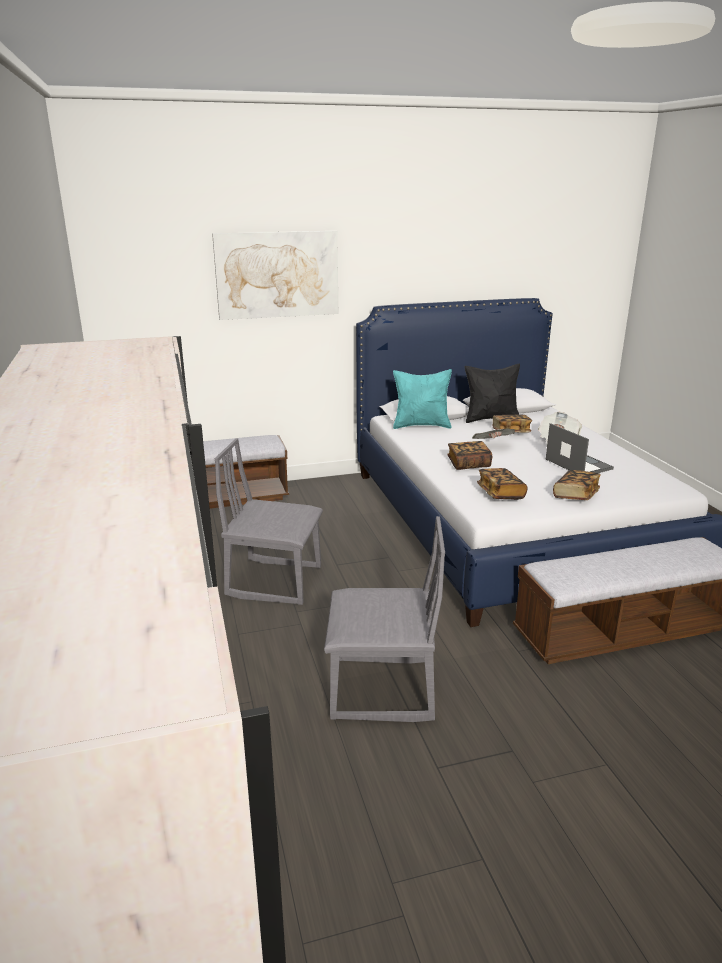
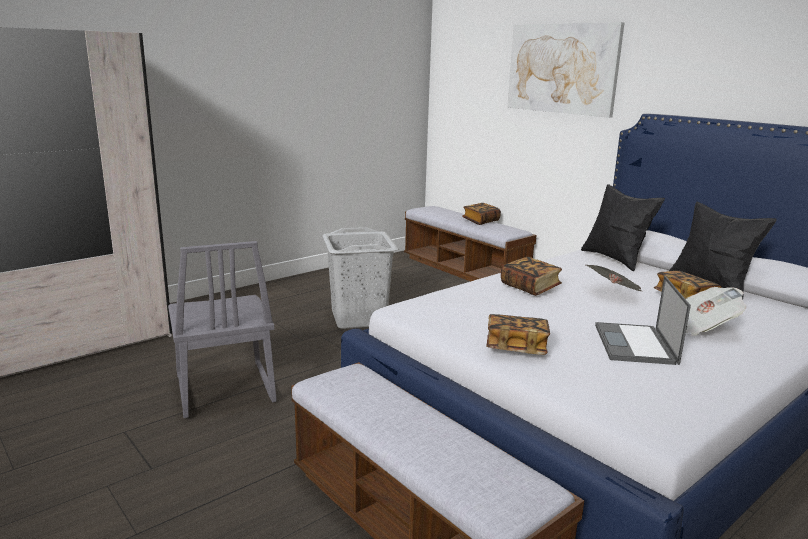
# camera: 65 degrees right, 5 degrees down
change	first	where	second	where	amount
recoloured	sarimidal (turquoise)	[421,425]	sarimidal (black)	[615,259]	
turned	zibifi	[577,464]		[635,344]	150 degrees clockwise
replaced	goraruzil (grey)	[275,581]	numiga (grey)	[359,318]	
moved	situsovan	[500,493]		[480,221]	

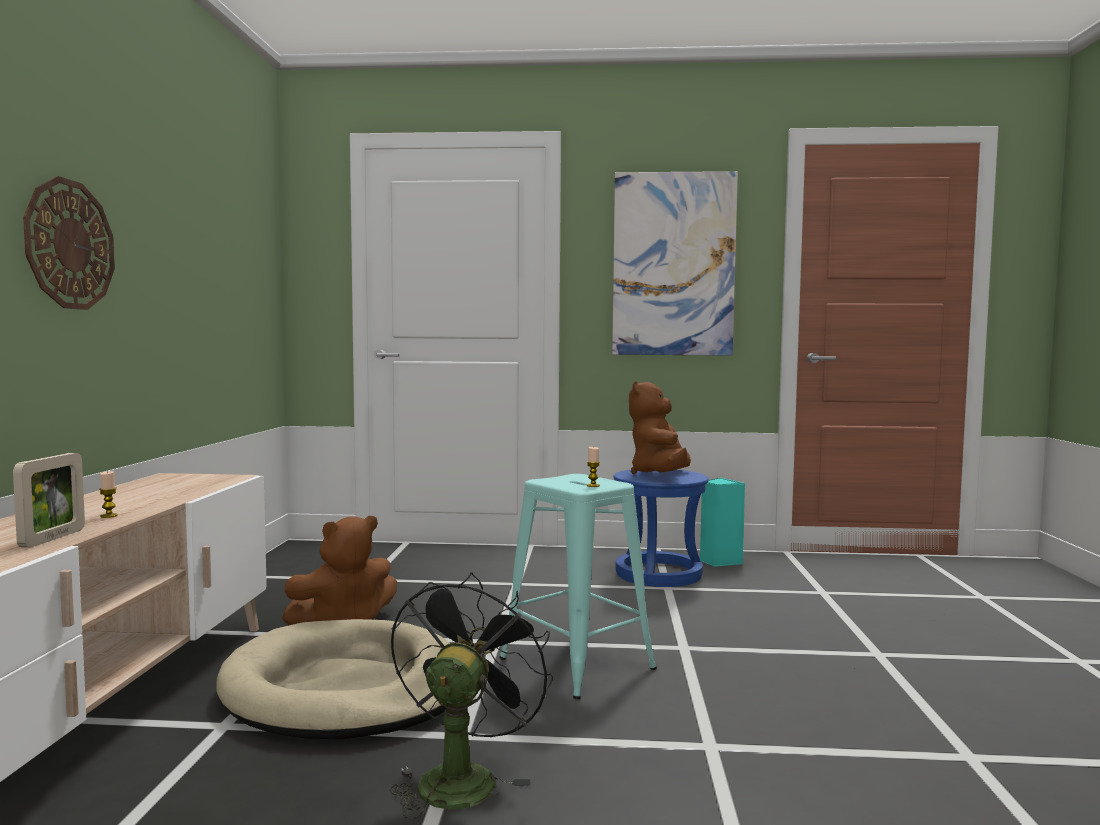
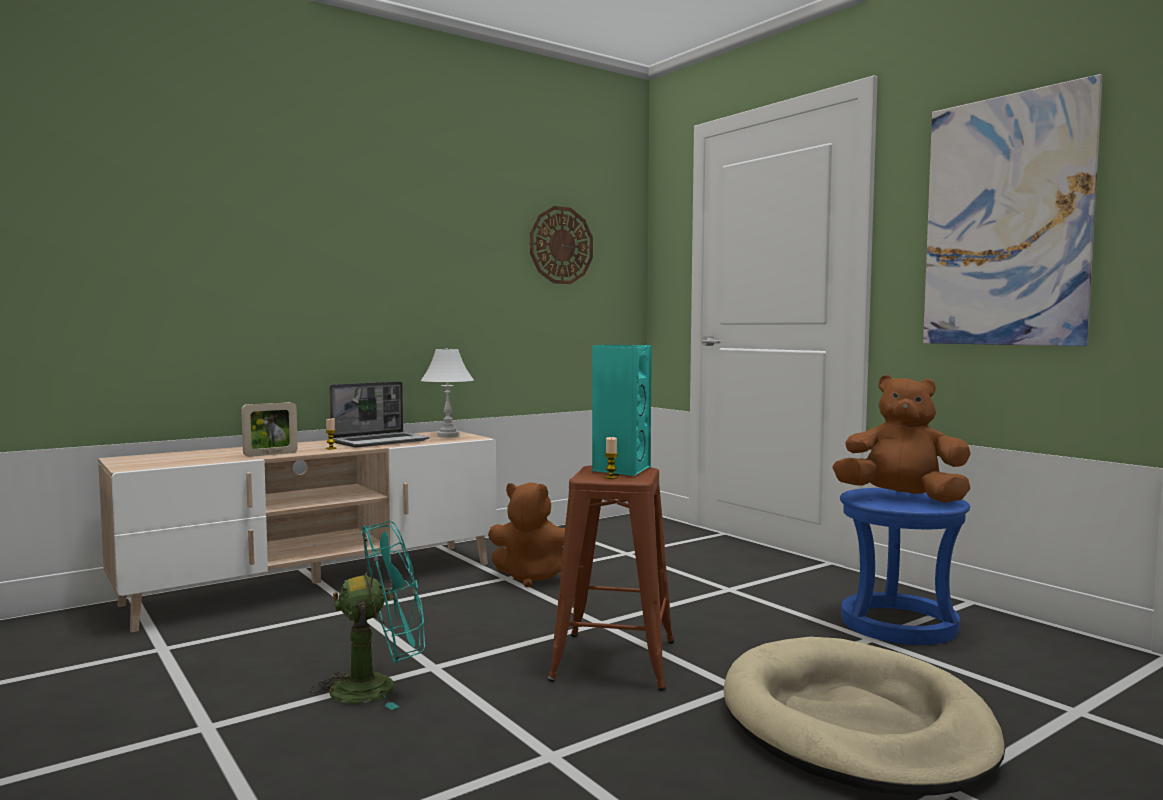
# camera: 50 degrees right, 0 degrees up
change	first	where	second	where	amount
moved	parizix	[69,244]		[561,245]	
turned	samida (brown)	[660,475]		[902,498]	45 degrees clockwise
recoloured	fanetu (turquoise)	[576,663]	fanetu (brown)	[614,660]	
moved	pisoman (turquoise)	[719,561]		[620,470]	
recoloured	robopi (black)	[461,777]	robopi (turquoise)	[377,687]	
moved	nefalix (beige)	[346,688]		[854,724]	
added			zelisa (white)	[447,436]	
added			zibifi	[380,441]	

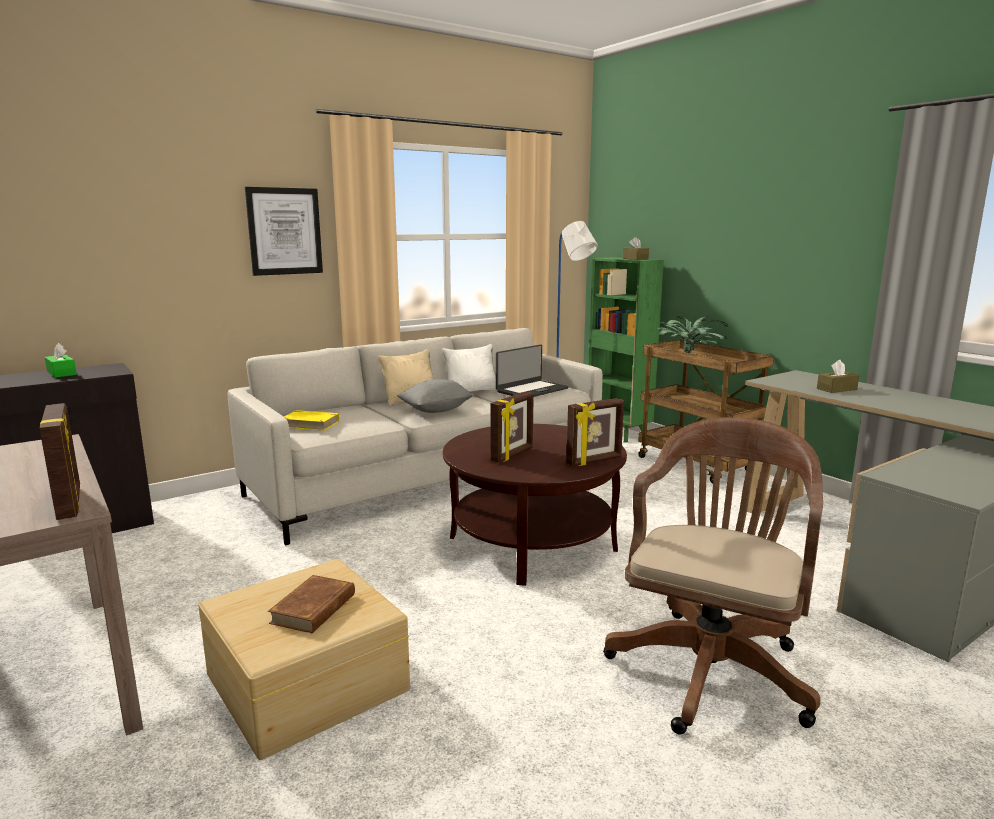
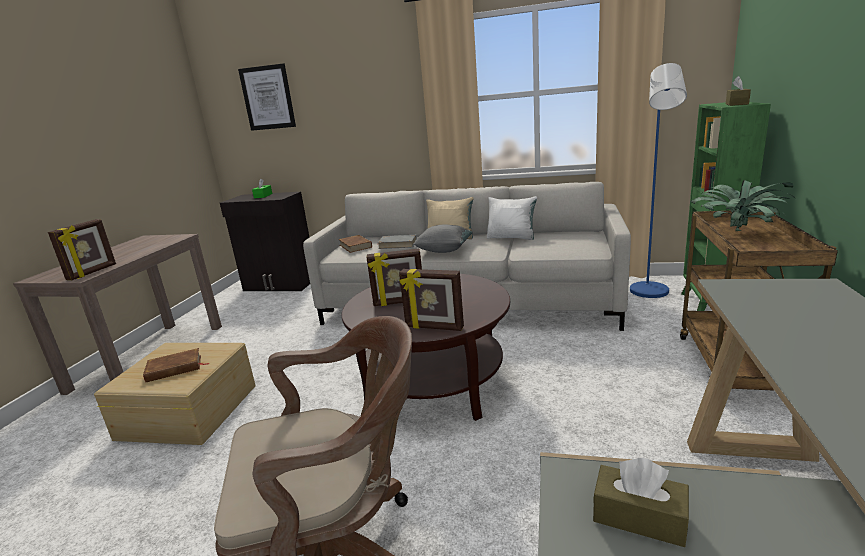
# camera: 50 degrees right, 5 degrees up
change	first	where	second	where	amount
moved	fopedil	[284,231]		[268,98]	
removed	zibifi	[531,390]			
moved	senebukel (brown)	[836,389]		[639,517]	
recoloured	situsovan (yellow)	[310,424]	situsovan (brown)	[355,246]	
added			situsovan (grey)	[397,244]	

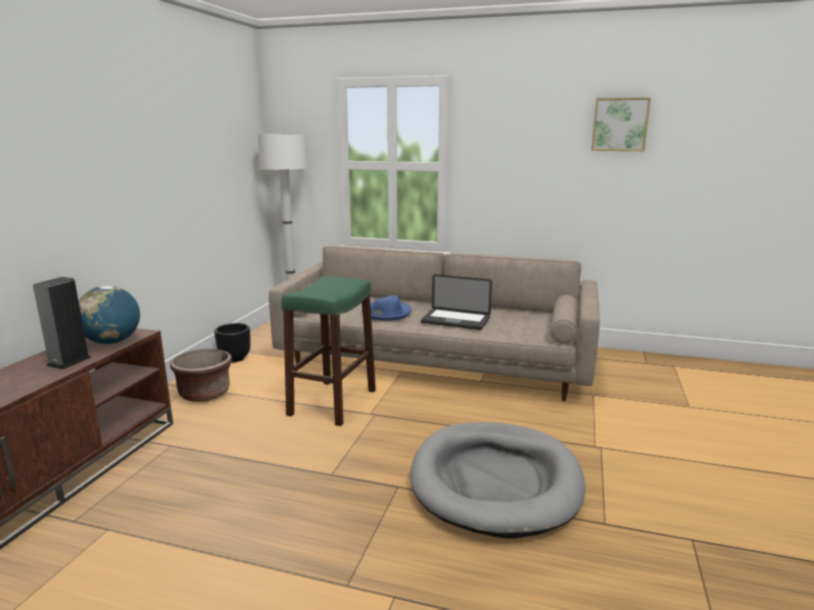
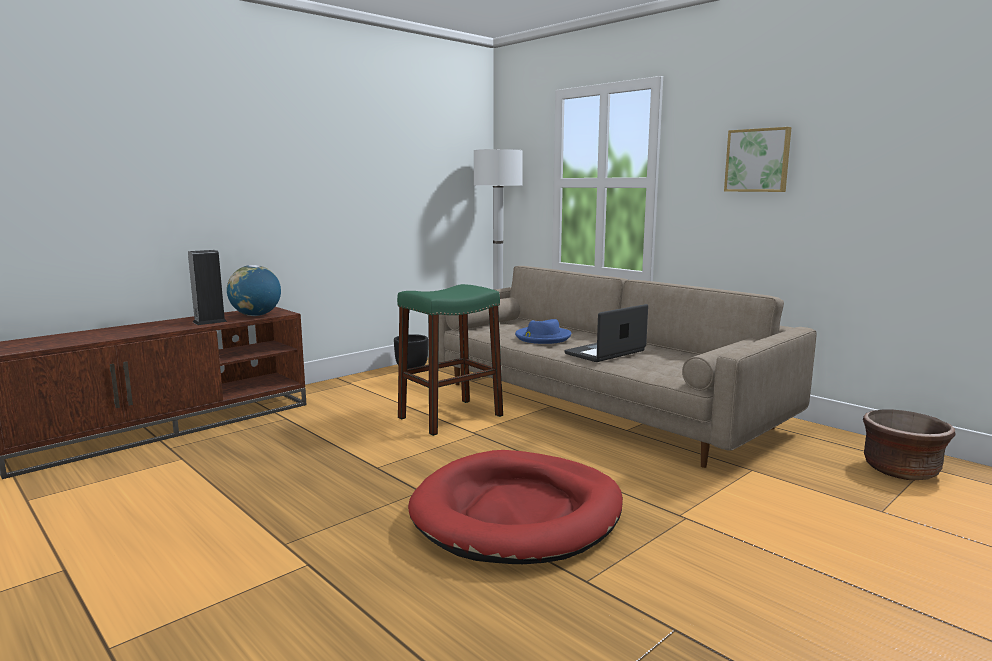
# camera: 30 degrees right, 5 degrees down
change	first	where	second	where	amount
moved	fopedil	[620,124]		[758,160]	
turned	zibifi	[455,320]		[605,352]	90 degrees clockwise
moved	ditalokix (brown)	[205,394]		[901,470]	
recoloured	nefalix (grey)	[495,481]	nefalix (red)	[518,513]	

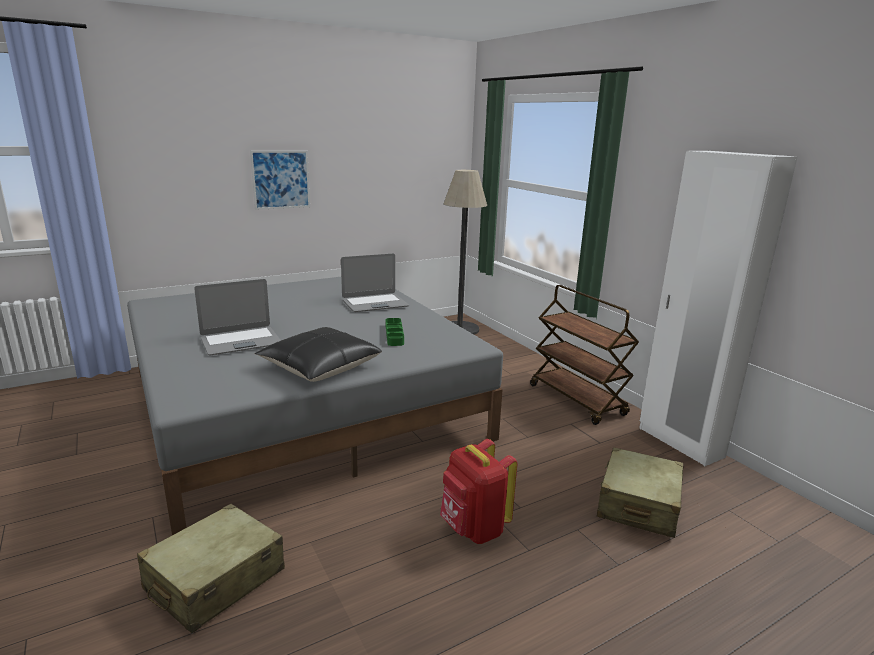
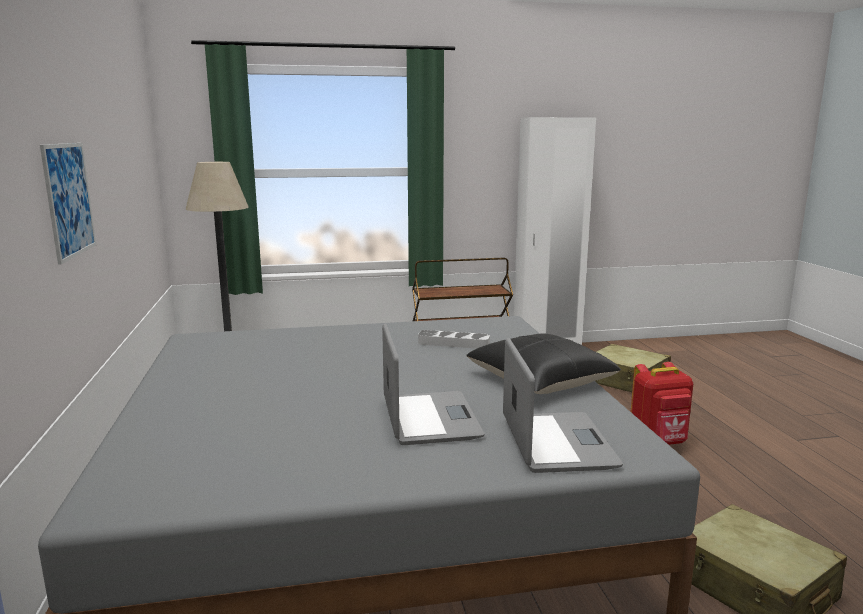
# camera: 70 degrees left, 5 degrees down
change	first	where	second	where	amount
moved	zibifi	[375,304]		[556,443]	
recoloured	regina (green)	[394,334]	regina (grey)	[453,343]	

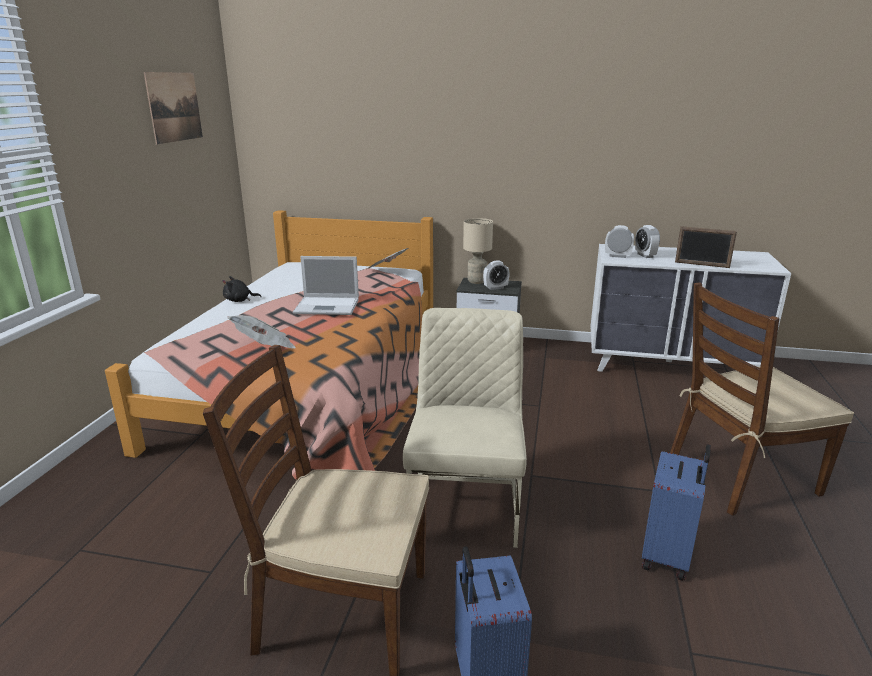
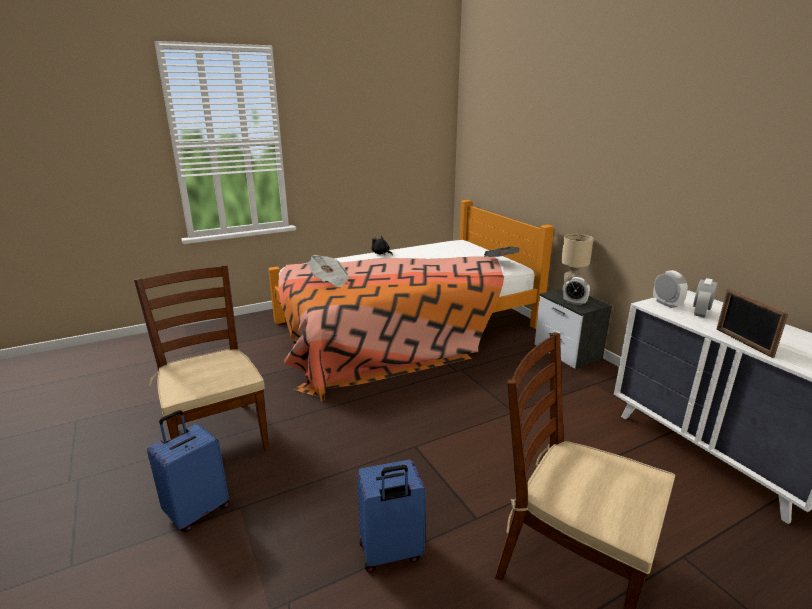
# camera: 50 degrees right, 0 degrees up
change	first	where	second	where	amount
removed	fopedil	[174,107]			
removed	zibifi	[328,306]			
removed	goraruzil (beige)	[466,504]			

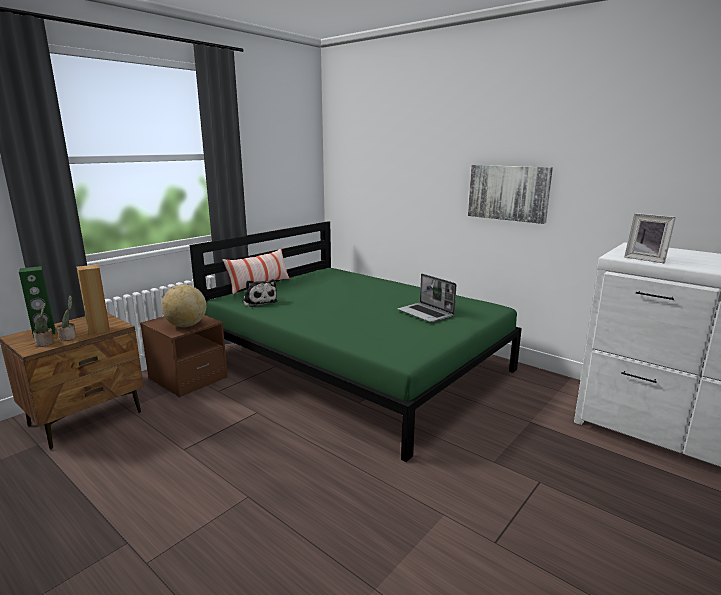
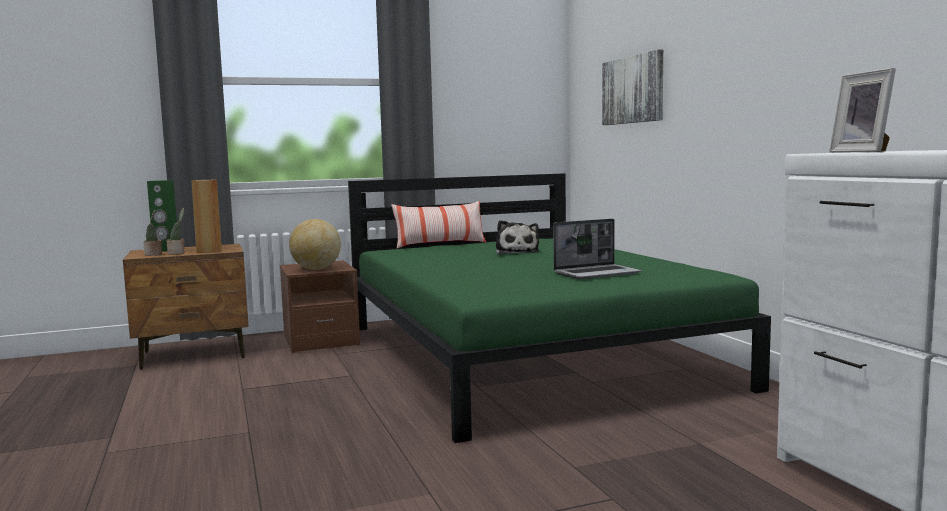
# camera: 30 degrees right, 10 degrees down
change	first	where	second	where	amount
moved	fopedil	[508,193]		[633,90]	
turned	zibifi	[426,314]		[597,273]	105 degrees counterclockwise
moved	samida	[259,301]		[516,252]	

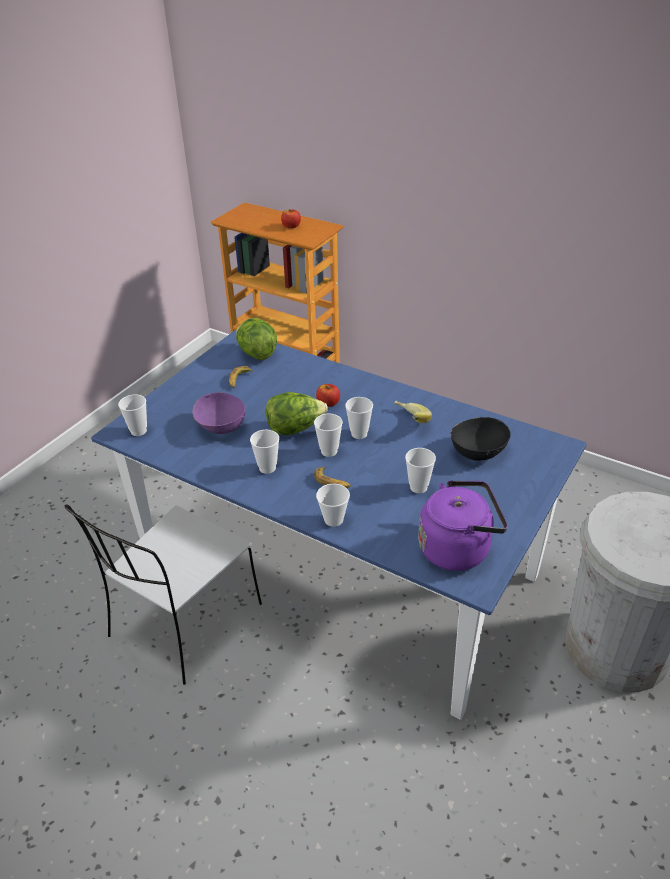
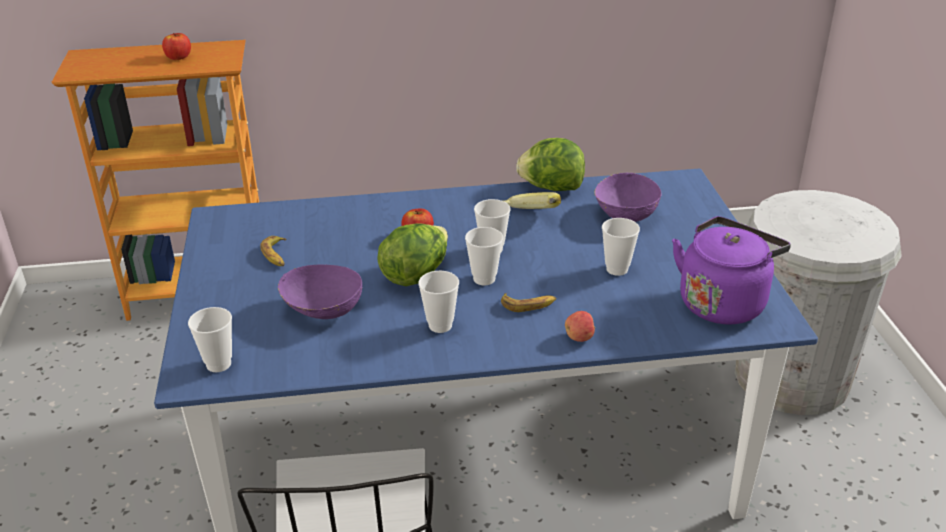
# camera: 40 degrees left, 5 degrees down
change	first	where	second	where	amount
moved	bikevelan	[256,353]		[551,188]	
recoloured	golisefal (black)	[478,451]	golisefal (purple)	[625,214]	
replaced	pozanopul	[333,519]	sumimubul	[579,337]	

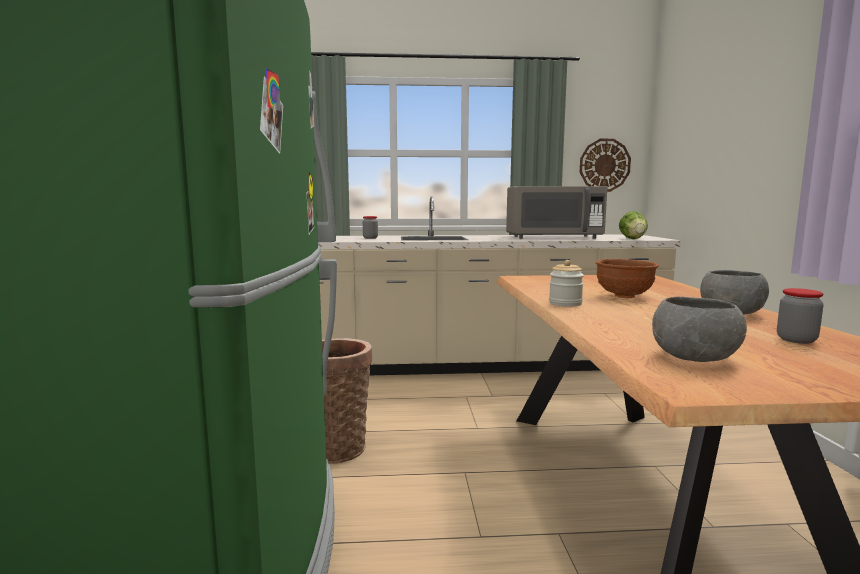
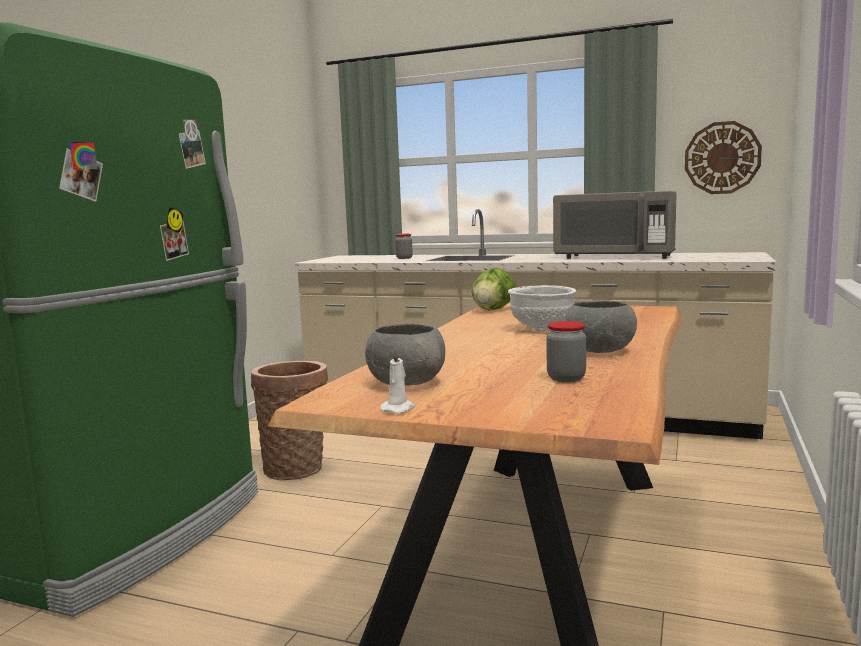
# camera: 25 degrees right, 0 degrees up
change	first	where	second	where	amount
moved	bikevelan	[633,239]		[493,310]	
recoloured	golisefal (brown)	[624,296]	golisefal (white)	[542,329]	
removed	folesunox	[565,303]			
added			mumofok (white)	[399,409]	

